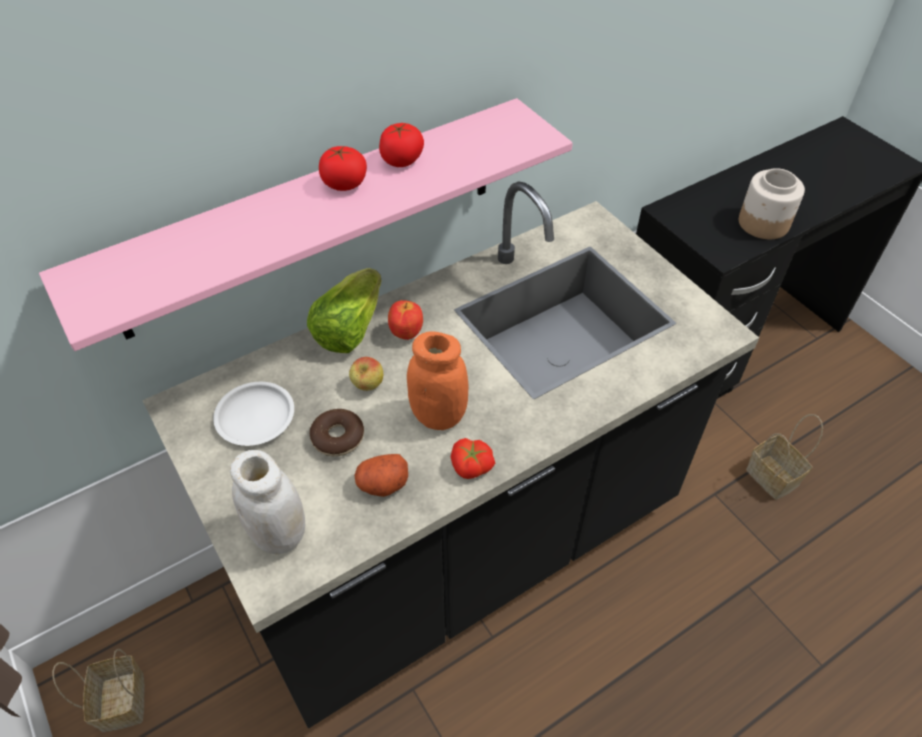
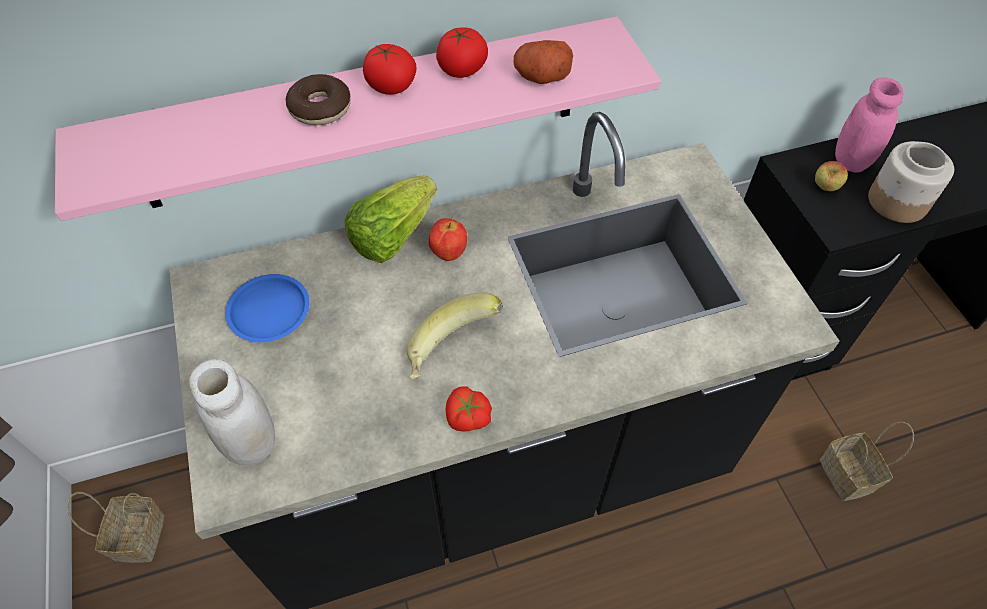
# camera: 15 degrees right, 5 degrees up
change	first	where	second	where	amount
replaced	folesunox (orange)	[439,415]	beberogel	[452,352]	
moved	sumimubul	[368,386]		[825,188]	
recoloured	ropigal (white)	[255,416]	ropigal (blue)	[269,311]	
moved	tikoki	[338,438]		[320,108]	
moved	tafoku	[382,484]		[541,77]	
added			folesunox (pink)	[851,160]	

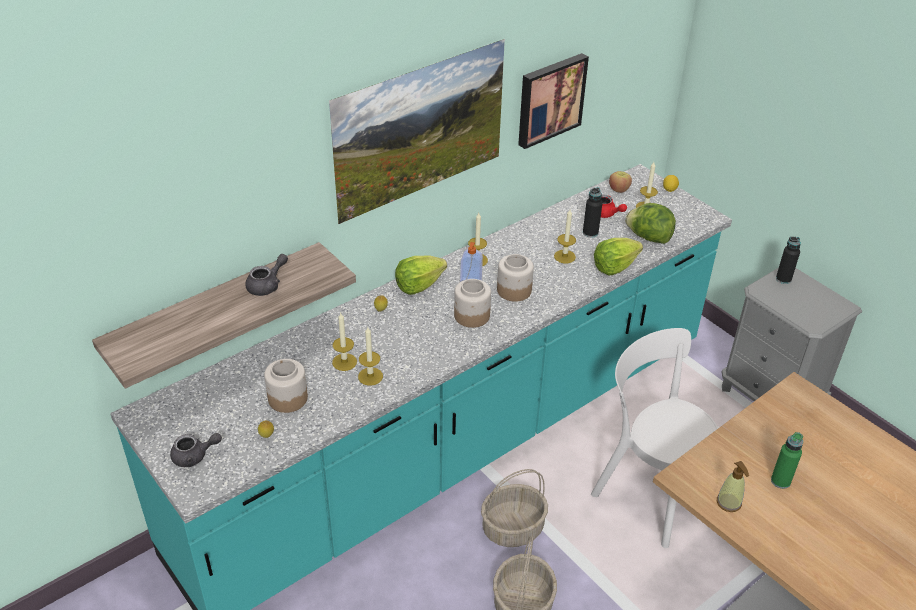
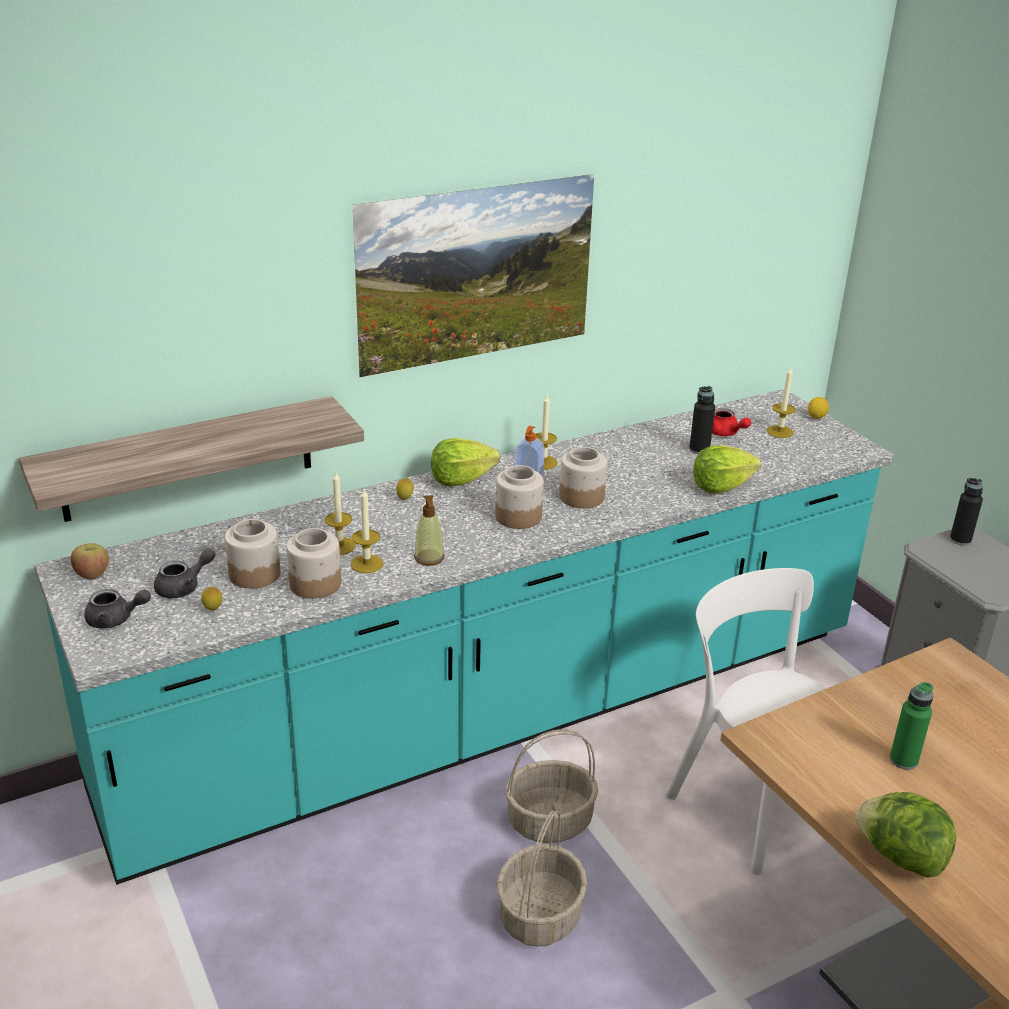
# camera: 10 degrees right, 10 degrees down
change	first	where	second	where	amount
removed	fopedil	[549,99]			
moved	sumimubul	[619,189]		[93,574]	
moved	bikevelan	[648,237]		[900,857]	
removed	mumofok	[564,256]			
moved	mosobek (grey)	[267,285]		[184,587]	
moved	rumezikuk	[729,503]		[429,558]	
added			folesunox	[315,584]	

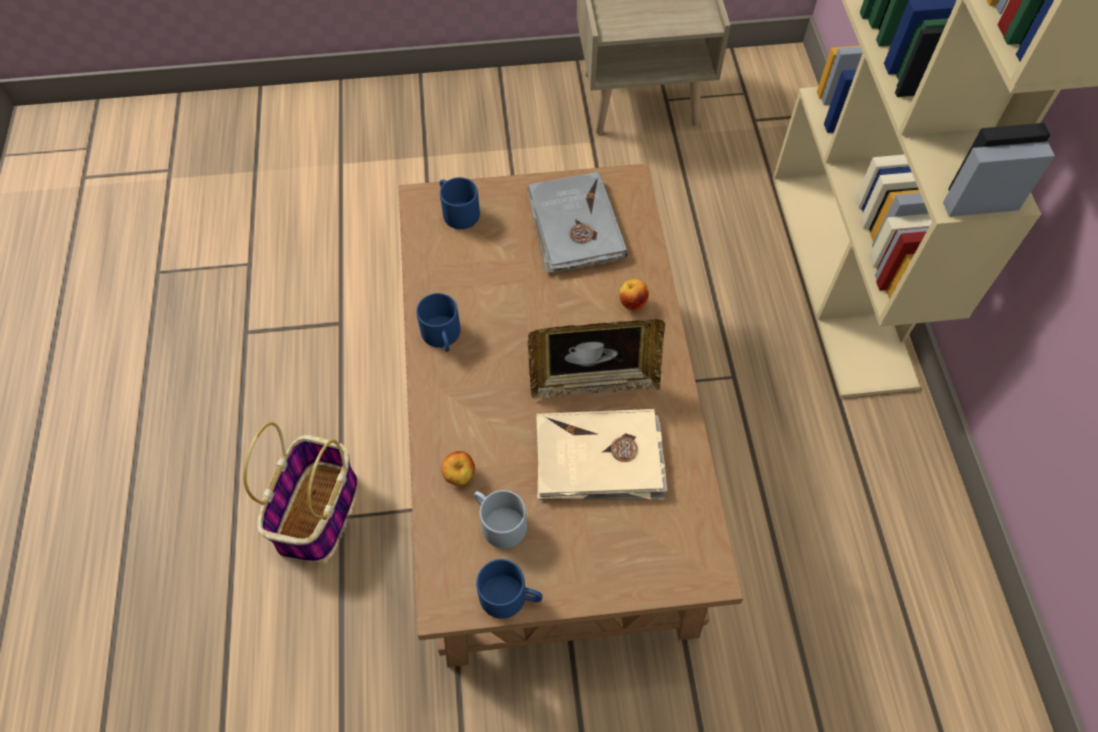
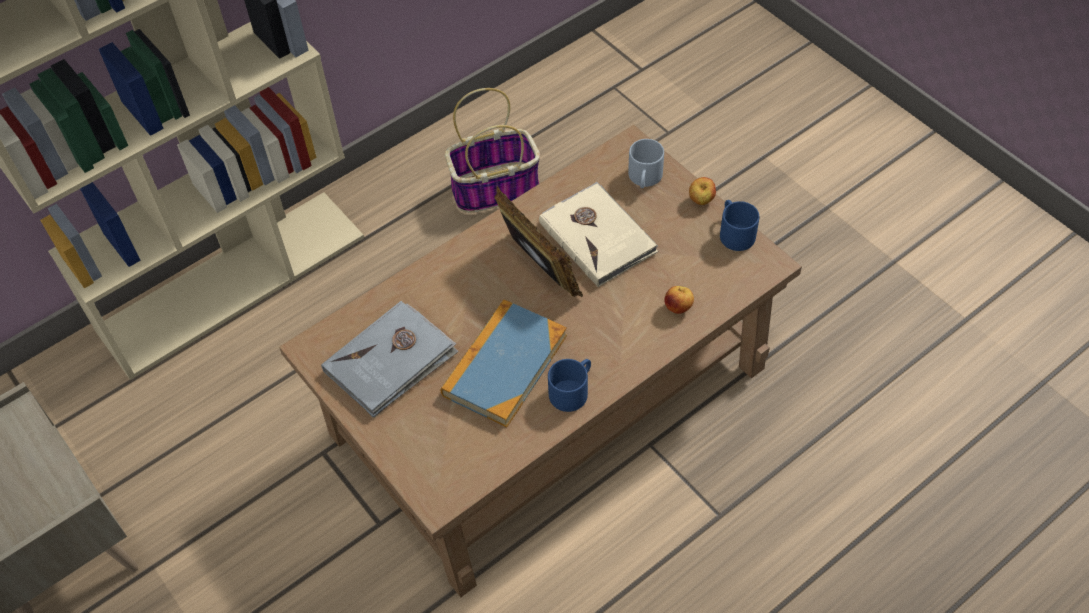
# camera: 120 degrees left, 5 degrees down
change	first	where	second	where	amount
removed	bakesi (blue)	[456,211]			
moved	sumimubul	[632,303]		[701,201]	
moved	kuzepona	[317,513]		[496,188]	
moved	bakesi (grey)	[497,522]		[645,178]	
added			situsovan	[504,365]	

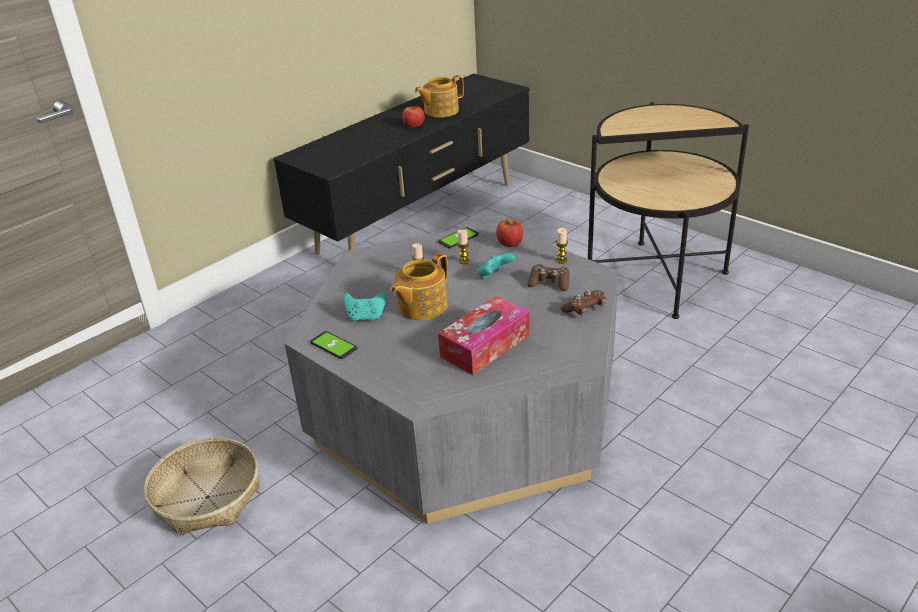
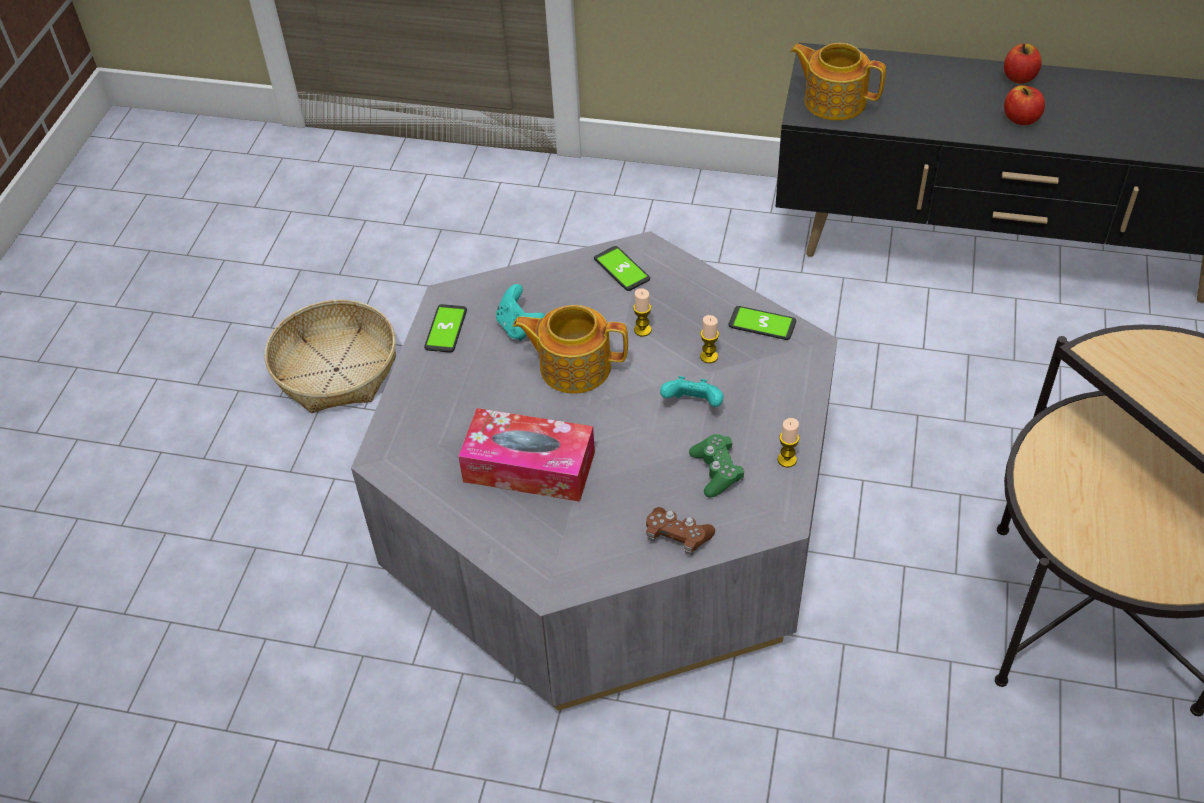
# camera: 60 degrees right, 15 degrees up
change	first	where	second	where	amount
moved	mosobek	[440,111]		[834,101]	
moved	sumimubul	[510,243]		[1019,77]	
recoloured	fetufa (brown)	[549,283]	fetufa (green)	[716,471]	
added			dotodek	[621,269]	

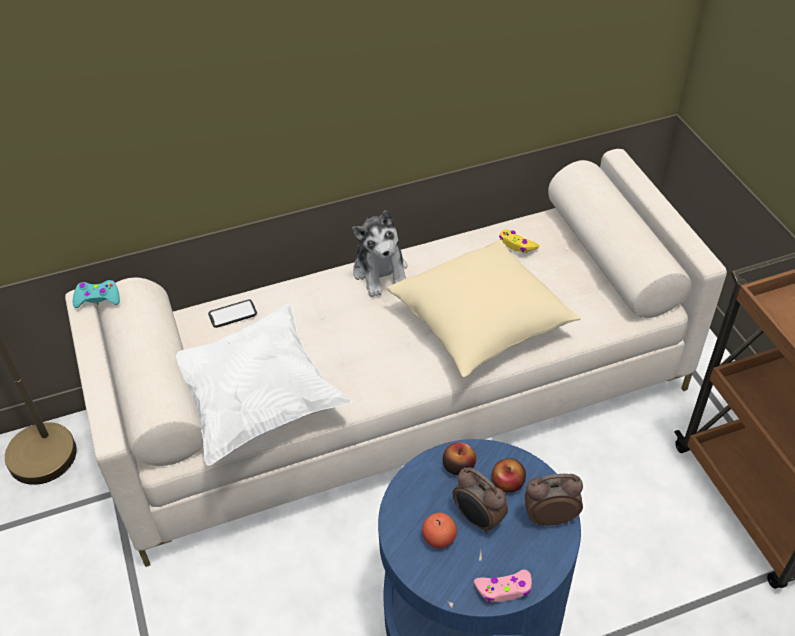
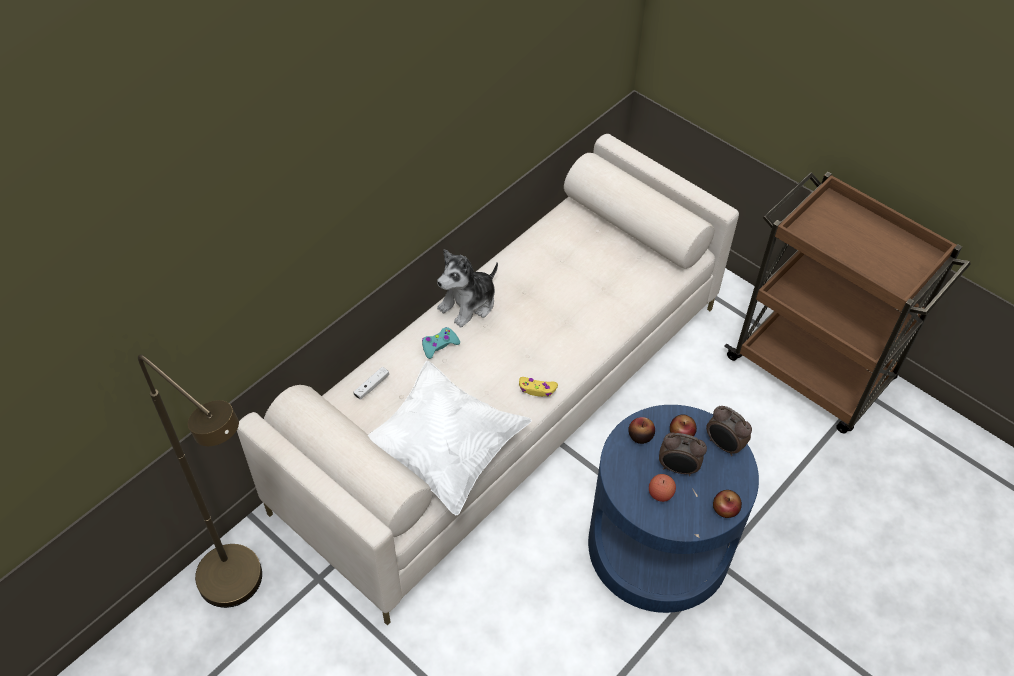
# camera: 30 degrees left, 5 degrees up
change	first	where	second	where	amount
turned	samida	[381,272]		[468,304]	90 degrees clockwise
moved	fetufa (yellow)	[517,245]		[537,389]	
removed	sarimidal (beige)	[481,325]			
moved	fetufa (turquoise)	[97,298]		[439,345]	
replaced	dotodek	[232,314]	fetufa (white)	[372,386]	
turned	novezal	[549,517]		[723,445]	105 degrees counterclockwise
replaced	fetufa (pink)	[504,589]	sumimubul	[725,509]	

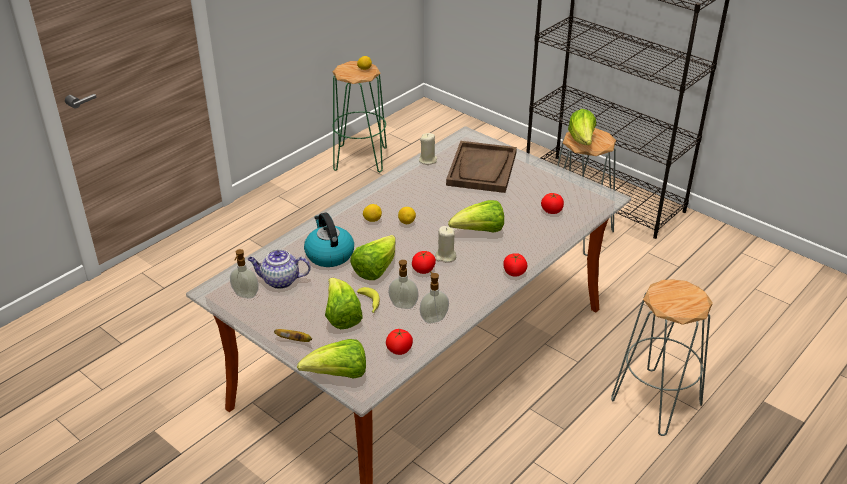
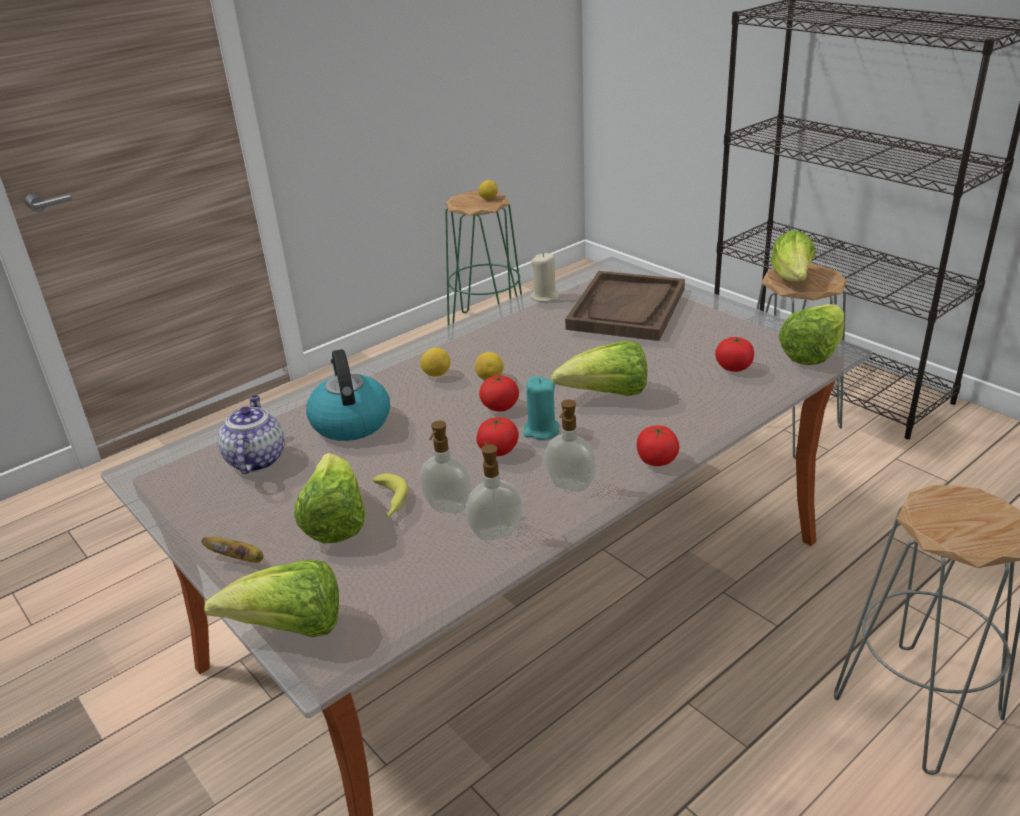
# camera: 10 degrees right, 5 degrees down
change	first	where	second	where	amount
recoloured	mumofok (beige)	[445,256]	mumofok (turquoise)	[541,431]	
moved	bikevelan	[375,269]		[812,353]	
moved	rumezikuk	[245,295]		[570,486]	
turned	mosobek	[280,281]		[256,459]	75 degrees clockwise
moved	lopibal	[399,350]		[500,407]	

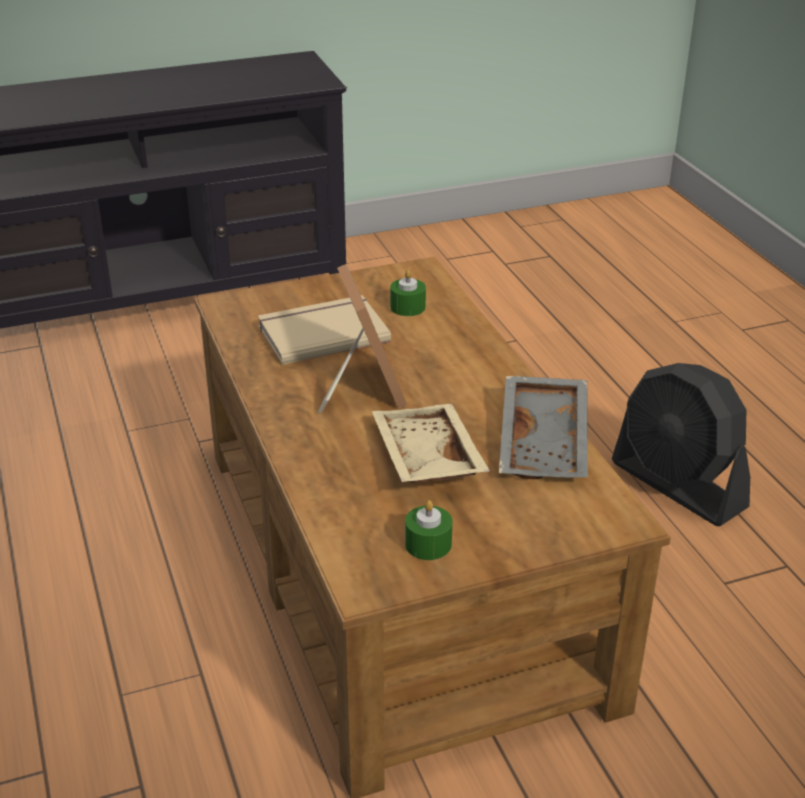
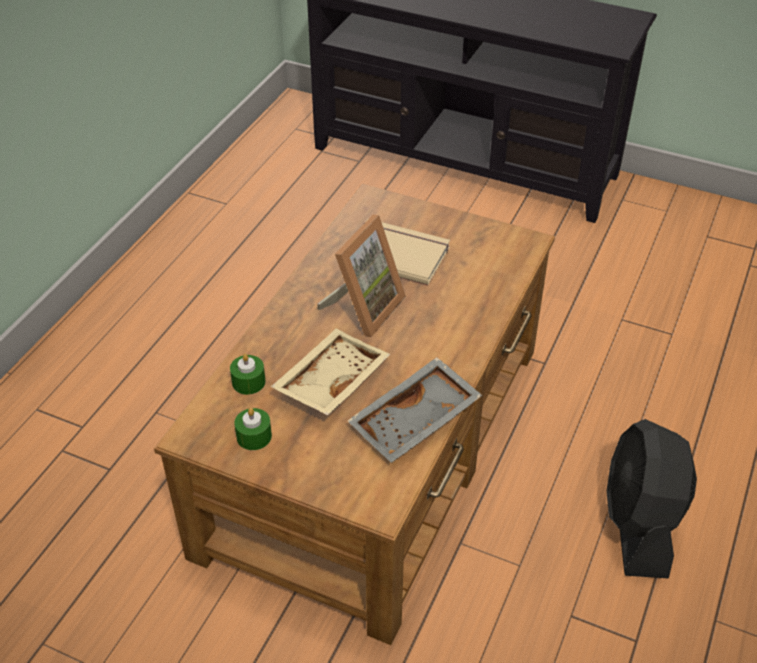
# camera: 45 degrees right, 10 degrees up
change	first	where	second	where	amount
moved	mumofok (green)	[407,307]		[248,382]	

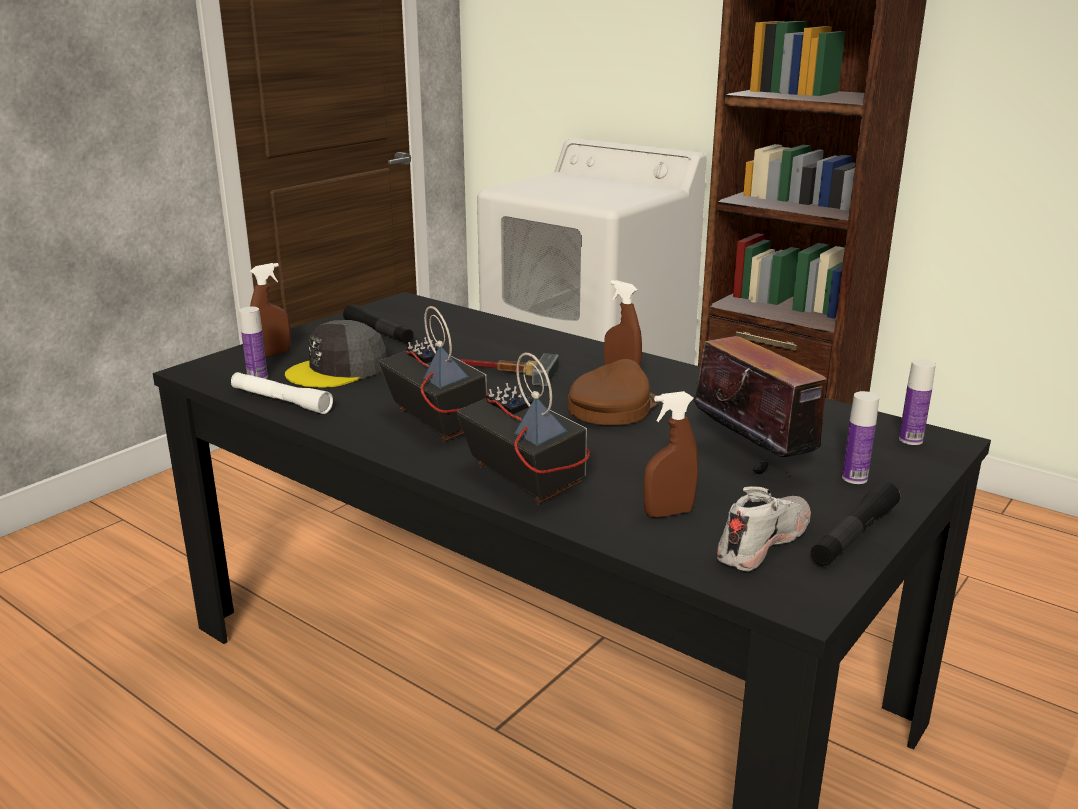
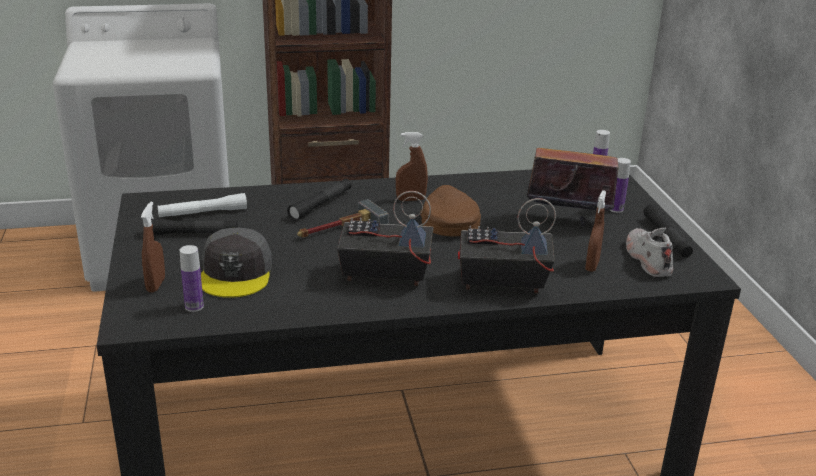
# camera: 50 degrees left, 5 degrees up
change	first	where	second	where	amount
moved	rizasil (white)	[281,401]		[203,213]	
added			rizasil (black)	[321,205]	

